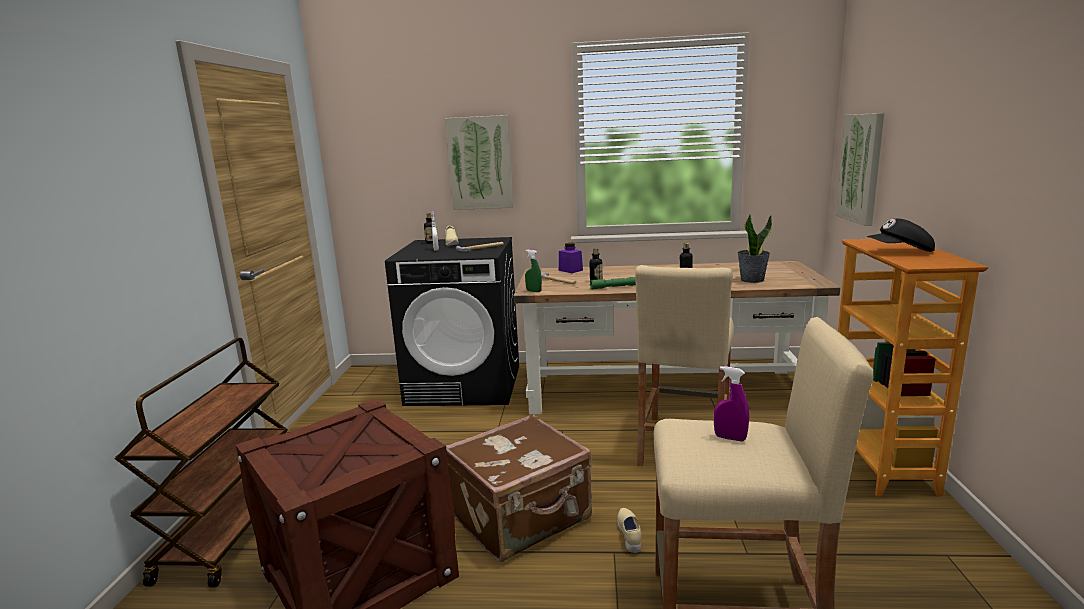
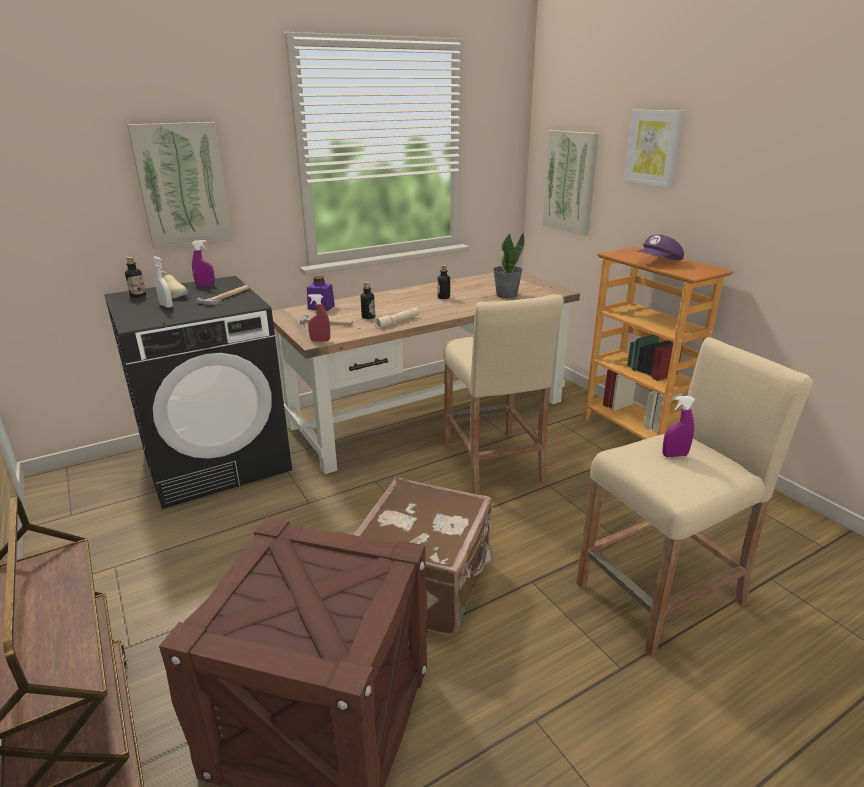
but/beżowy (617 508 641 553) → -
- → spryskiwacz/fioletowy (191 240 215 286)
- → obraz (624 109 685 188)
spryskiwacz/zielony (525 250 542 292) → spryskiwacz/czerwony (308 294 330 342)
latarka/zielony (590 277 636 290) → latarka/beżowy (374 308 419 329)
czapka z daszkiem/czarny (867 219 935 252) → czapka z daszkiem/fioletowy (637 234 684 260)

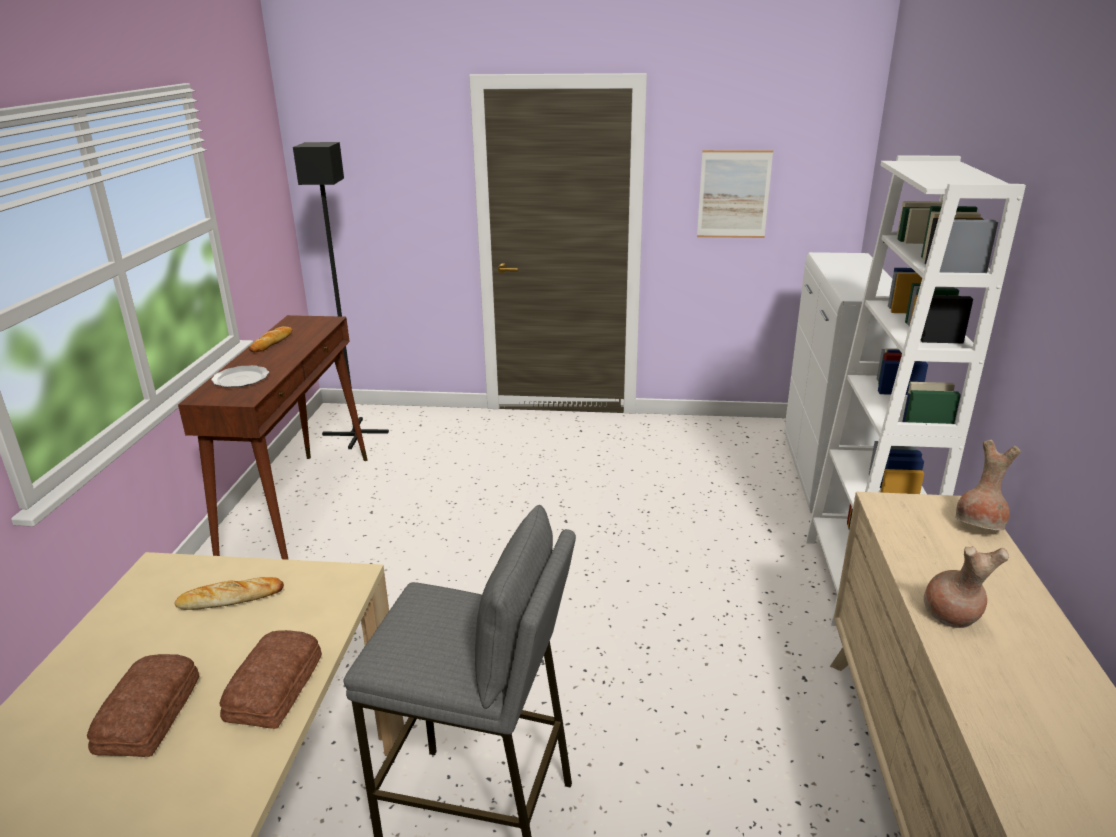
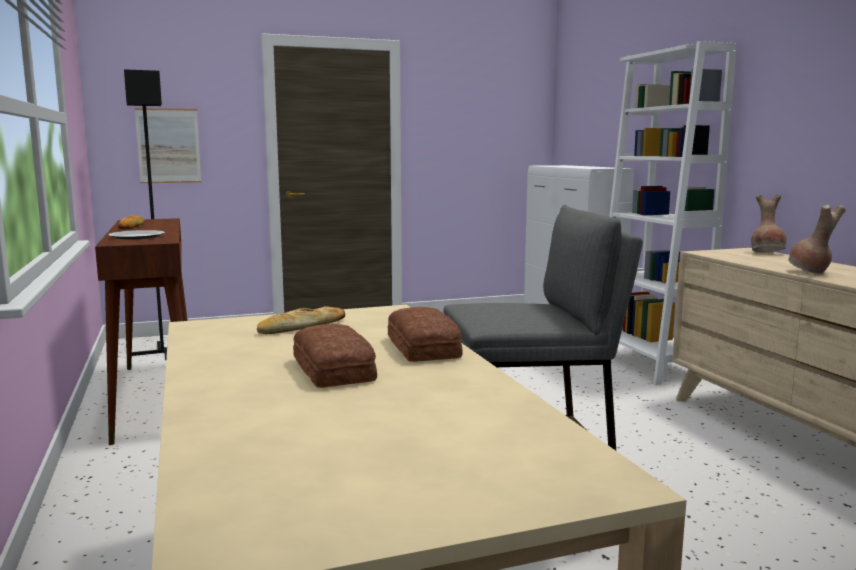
obraz (697 150 773 238) → obraz (135 108 201 183), shifted

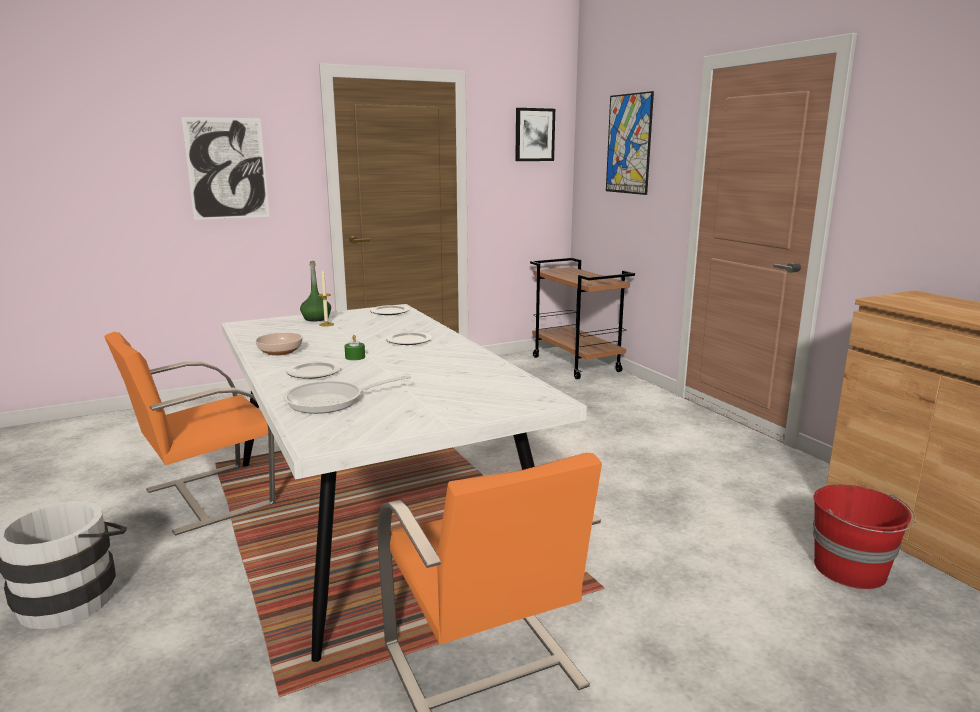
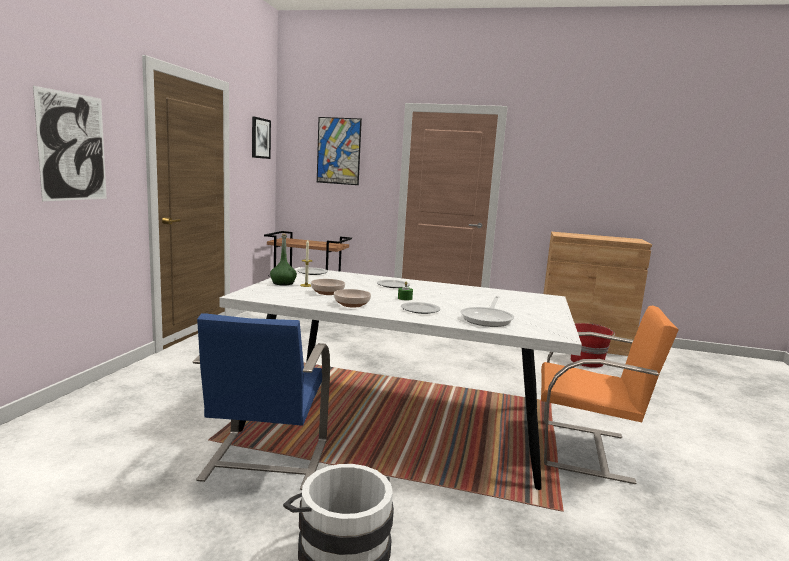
- → miska (311 279 345 295)
krzesło/pomarańczowy (104 332 275 536) → krzesło/niebieski (192 313 330 490)

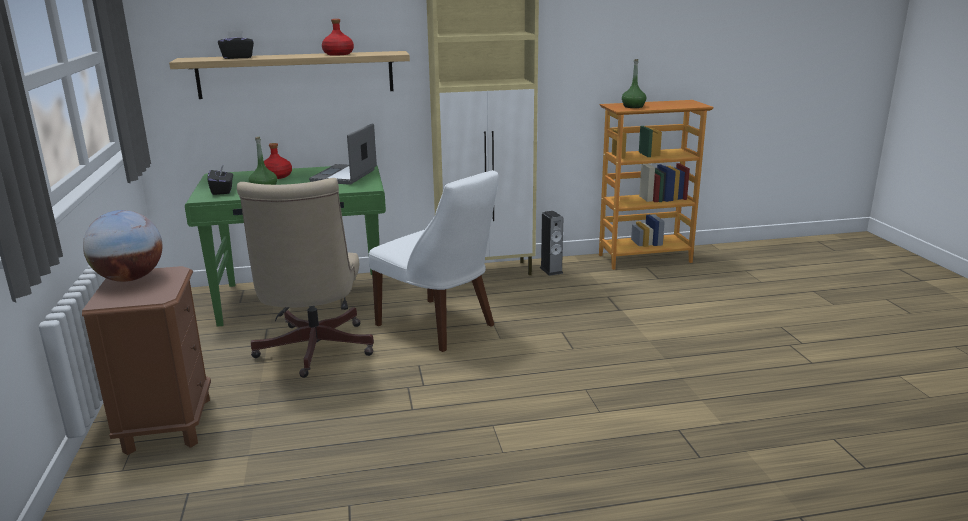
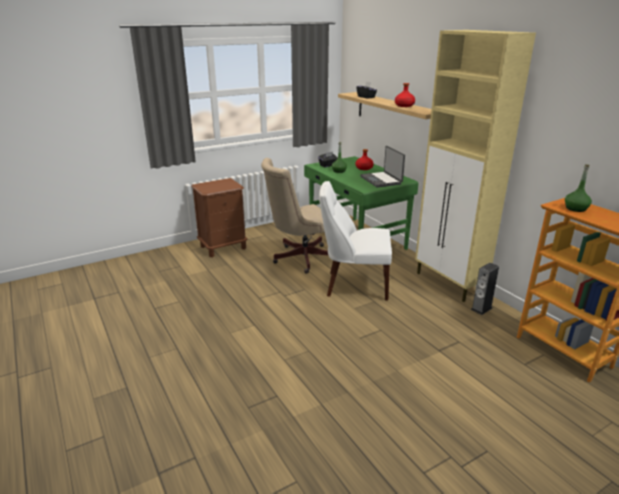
globus (83 210 163 282) → -
laptop (309 123 377 185) → laptop (360 146 405 188), 105 degrees counterclockwise
krzesło/biały (369 170 499 352) → krzesło/biały (319 181 392 301), 75 degrees clockwise

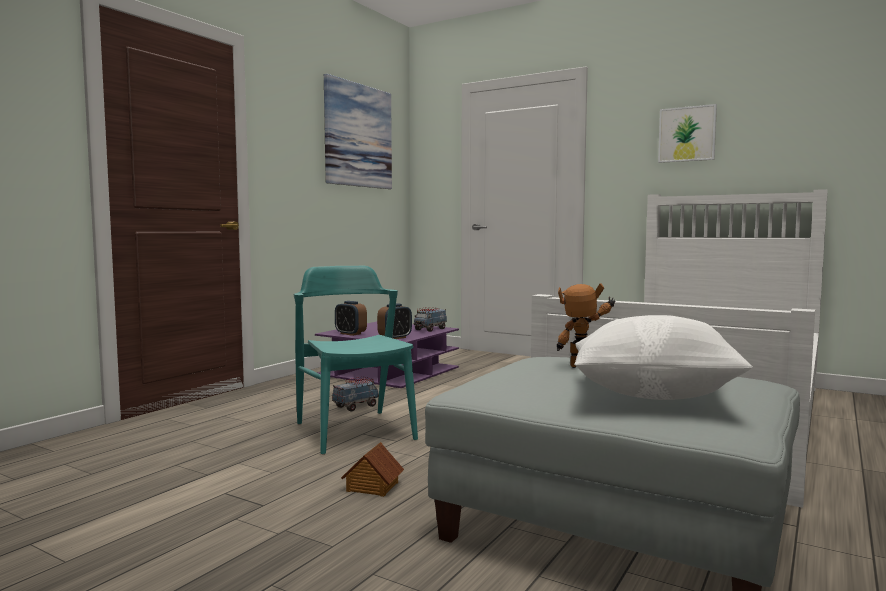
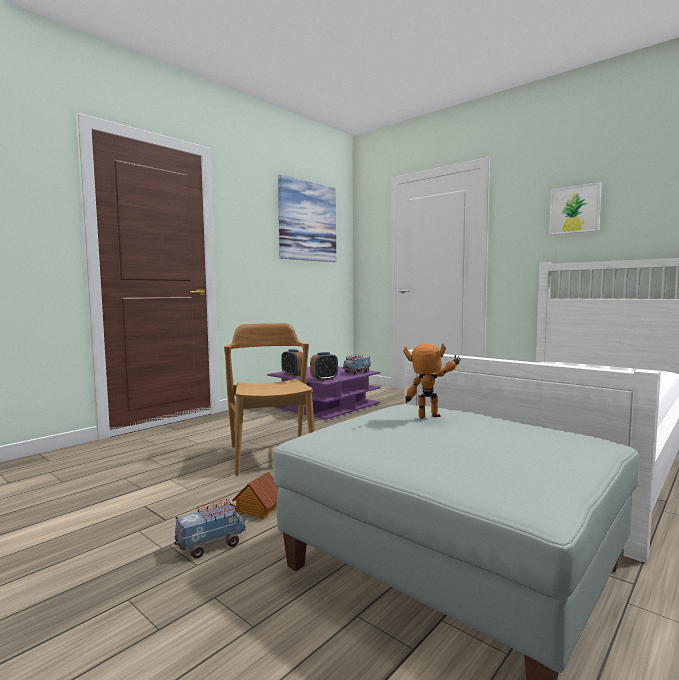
poduszka/biały (574 315 753 400) → -
ciężarówka zabawkowa (332 376 379 411) → ciężarówka zabawkowa (174 499 246 559), shifted
krzesło/turkusowy (294 266 418 455) → krzesło/brązowy (224 323 315 476)

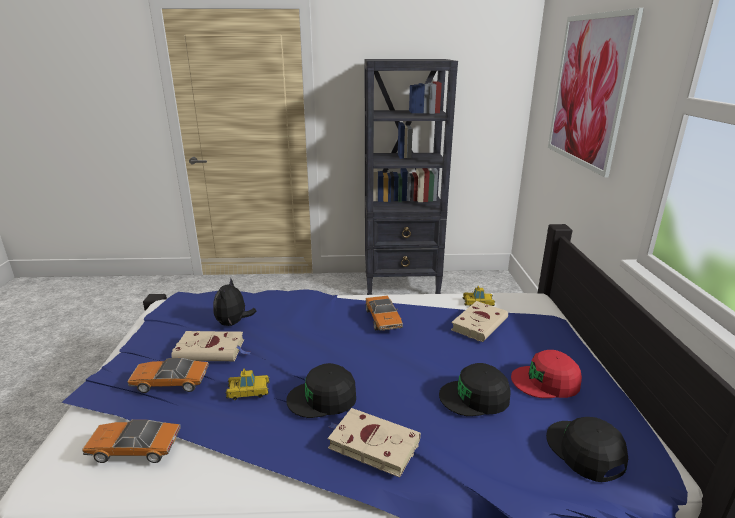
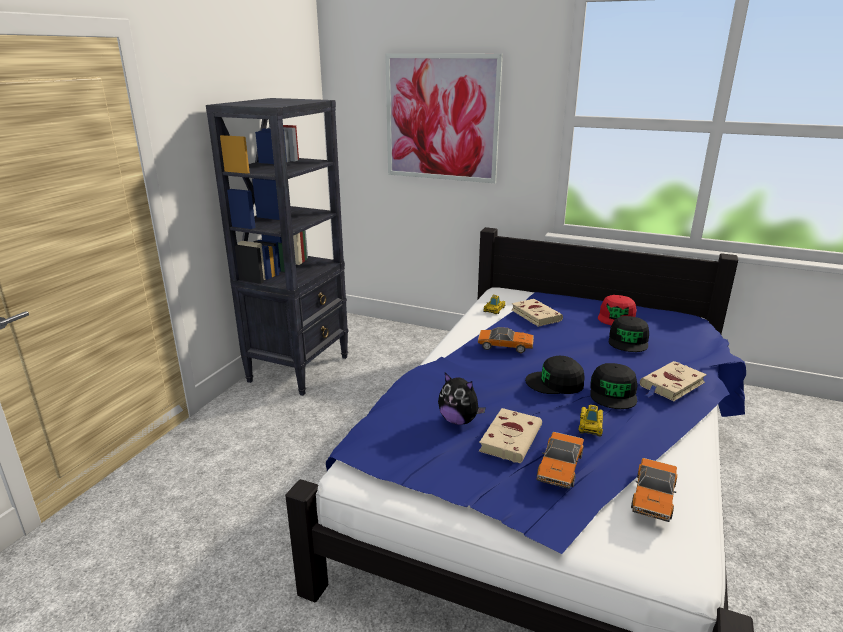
czapka z daszkiem/czarny (546 417 628 482) → czapka z daszkiem/czarny (525 356 585 394), shifted

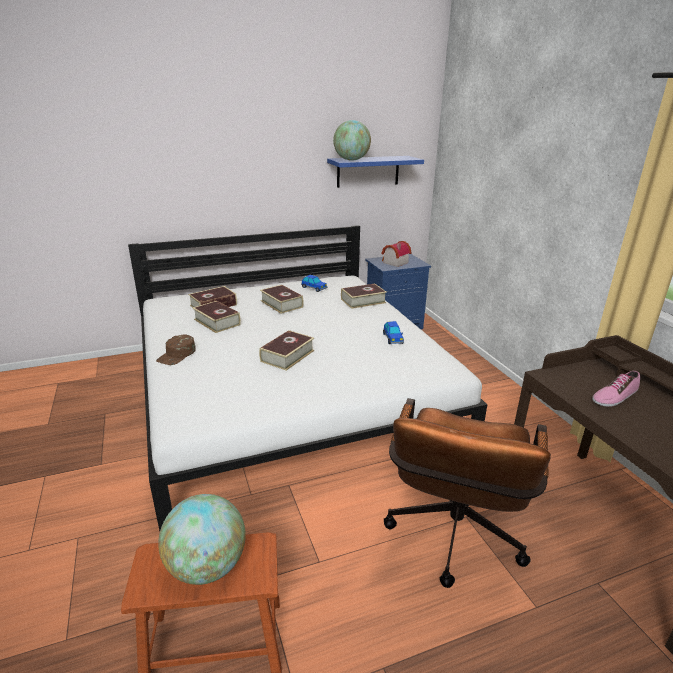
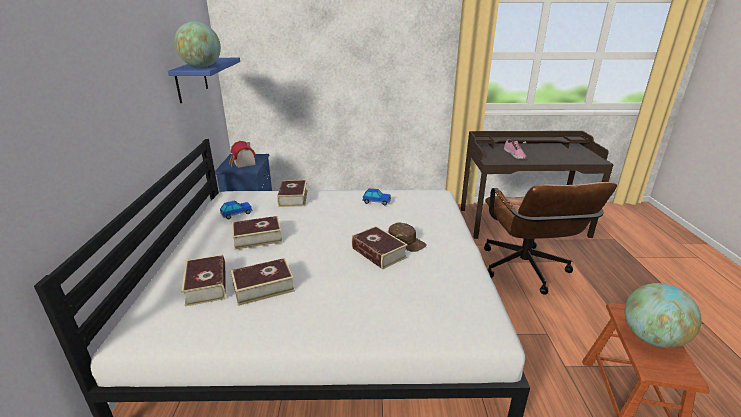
czapka z daszkiem/brązowy (156 334 196 365) → czapka z daszkiem/brązowy (388 223 427 252), shifted
krzesło biurowe/brązowy (384 398 551 588) → krzesło biurowe/brązowy (484 182 617 295), 45 degrees clockwise

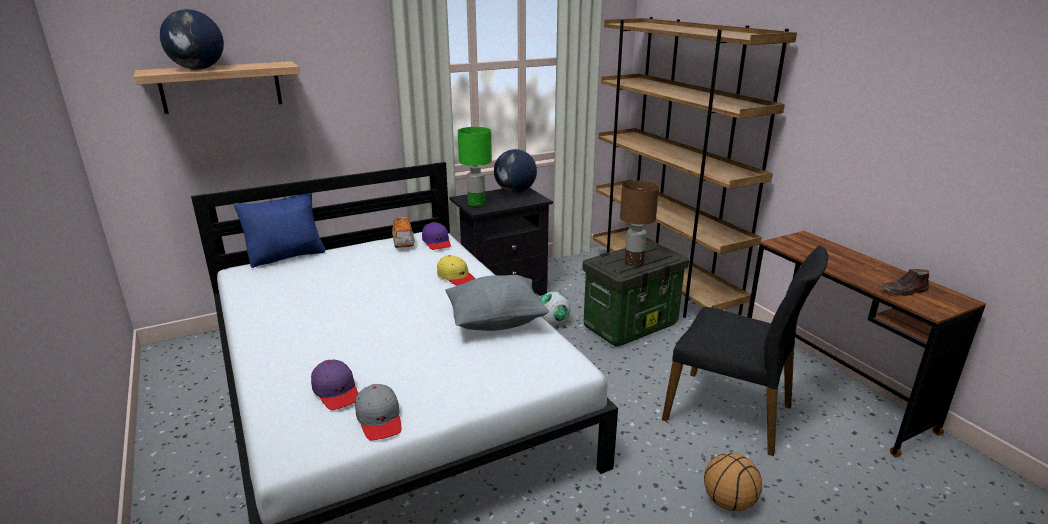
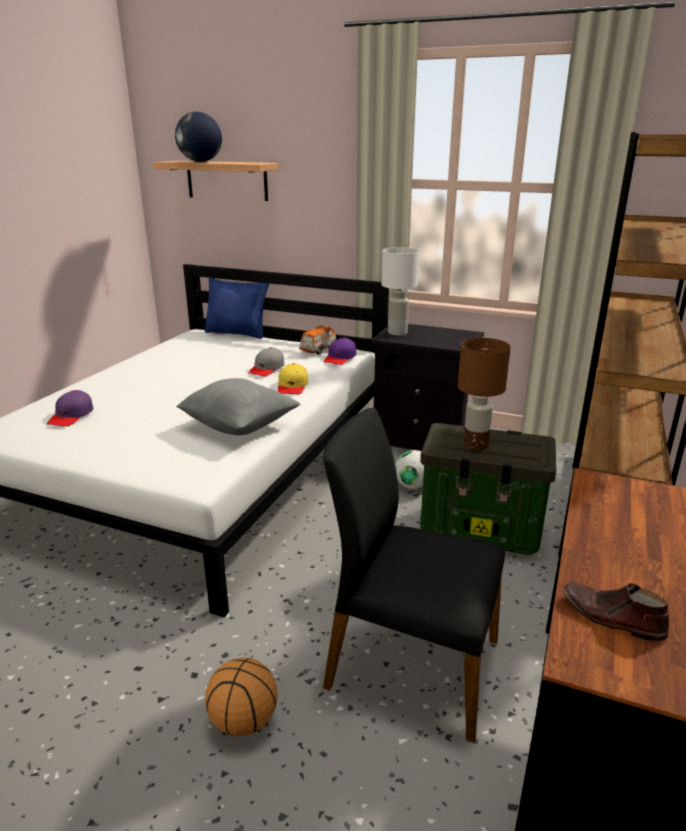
globus (494 149 537 193) → -
czapka z daszkiem/szary (355 384 401 441) → czapka z daszkiem/szary (248 347 284 376), shifted
lampa stołowa/zielony (458 127 492 207) → lampa stołowa/biały (381 247 419 336)
krzesło/czarny (662 246 828 456) → krzesło/czarny (323 408 505 743), 120 degrees clockwise

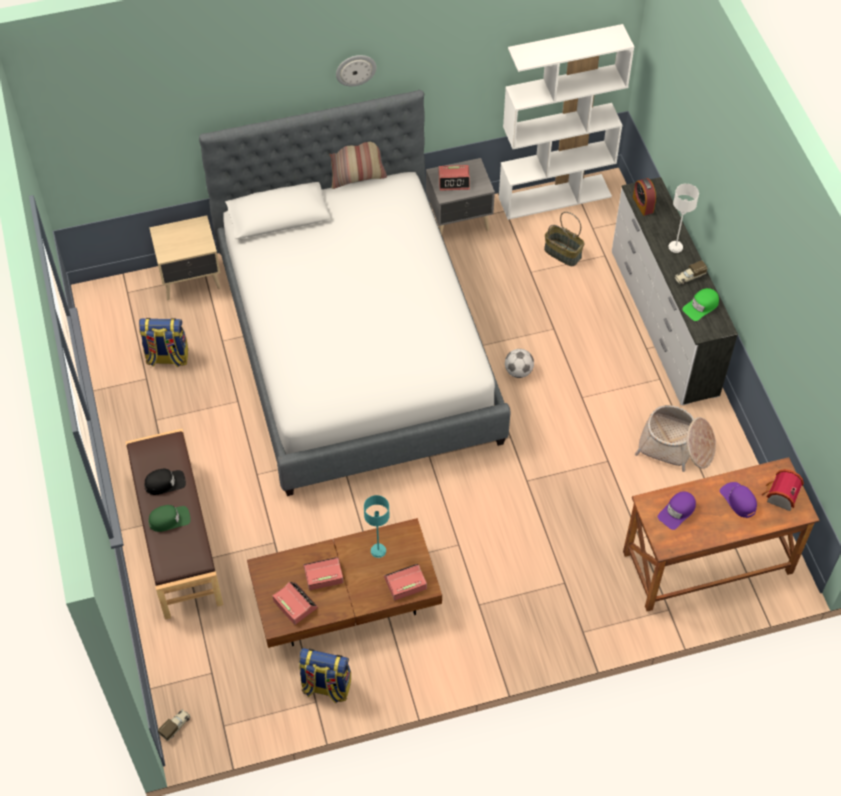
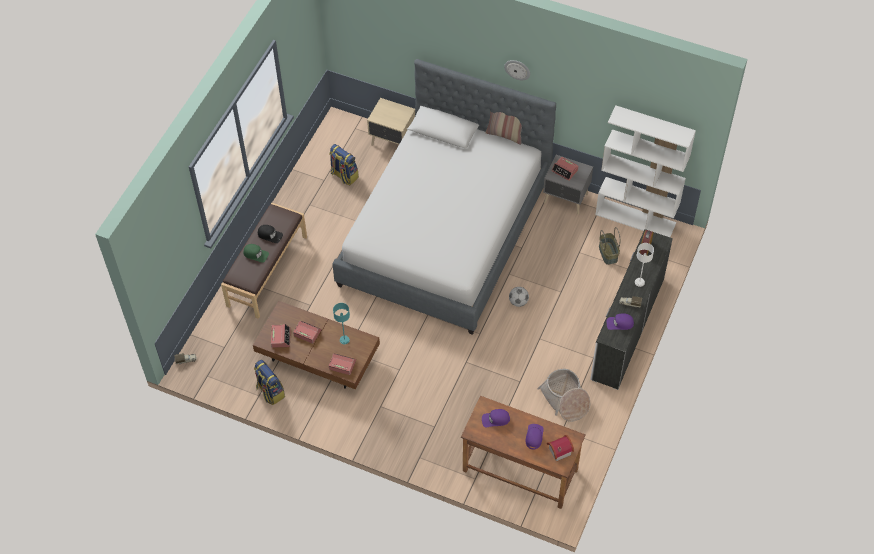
czapka z daszkiem/zielony (682 288 719 321) → czapka z daszkiem/fioletowy (607 313 634 330)

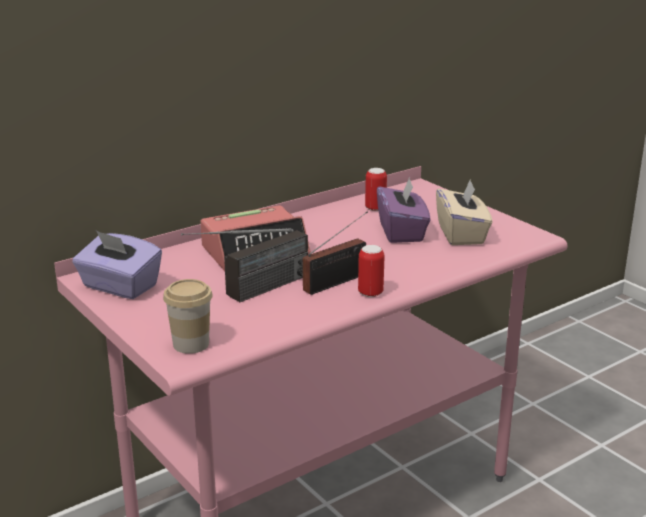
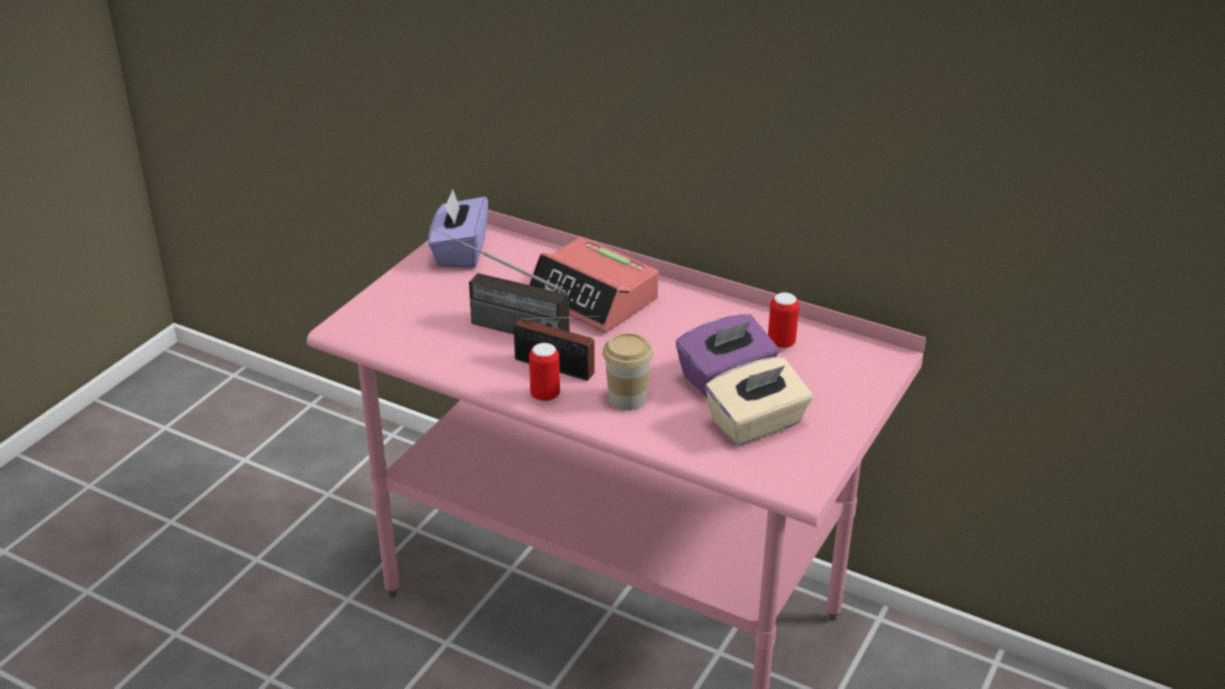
filiżanka (163 279 213 354) → filiżanka (602 333 654 410), shifted

